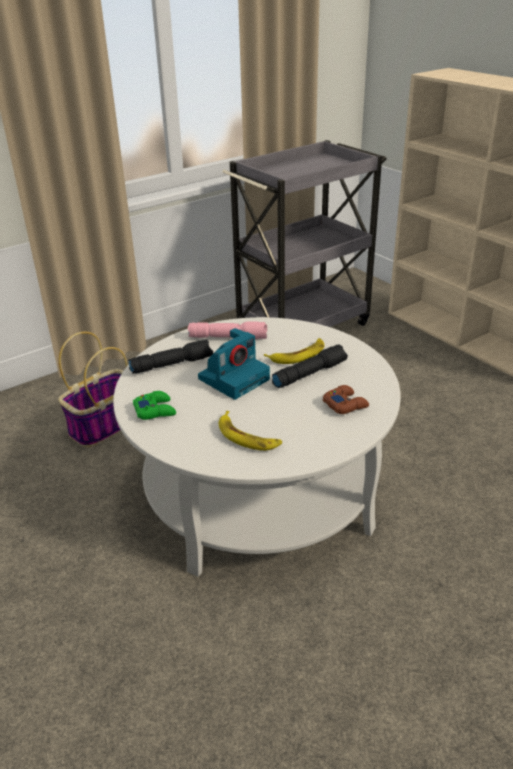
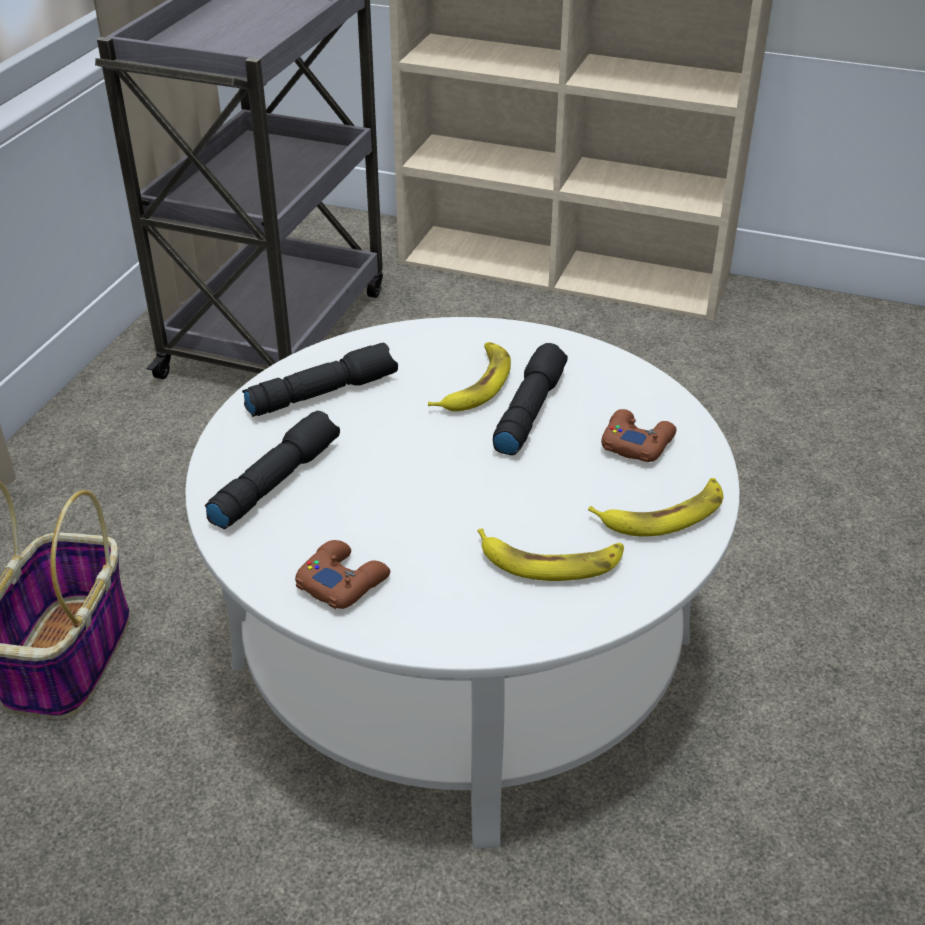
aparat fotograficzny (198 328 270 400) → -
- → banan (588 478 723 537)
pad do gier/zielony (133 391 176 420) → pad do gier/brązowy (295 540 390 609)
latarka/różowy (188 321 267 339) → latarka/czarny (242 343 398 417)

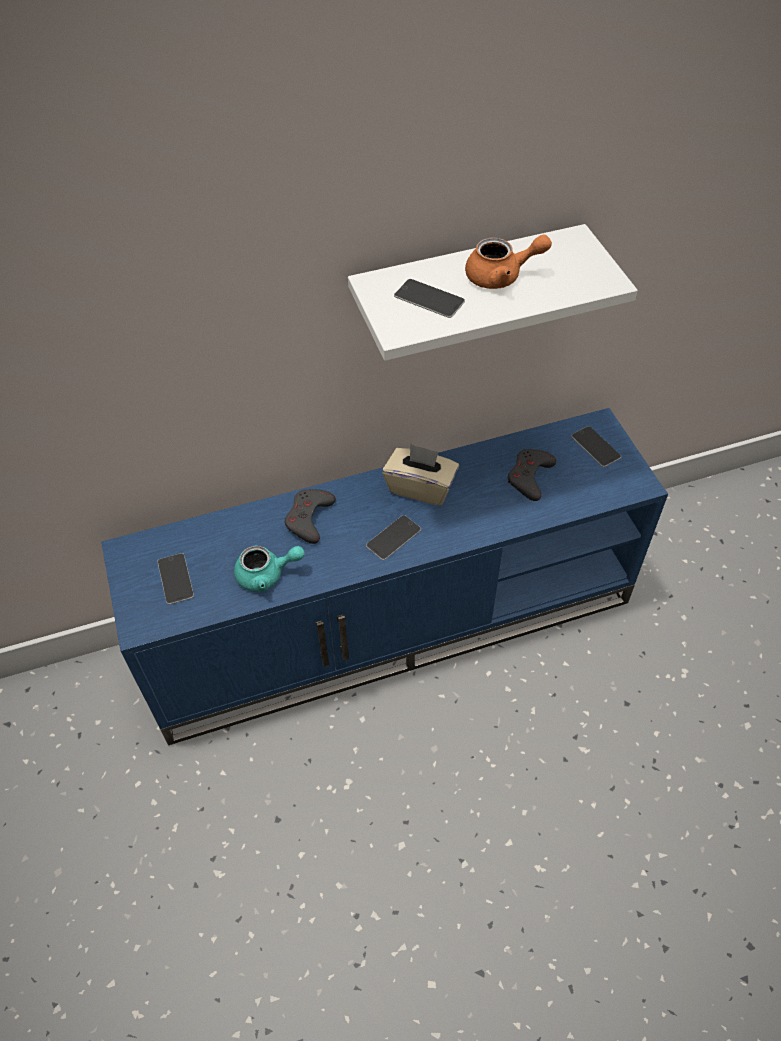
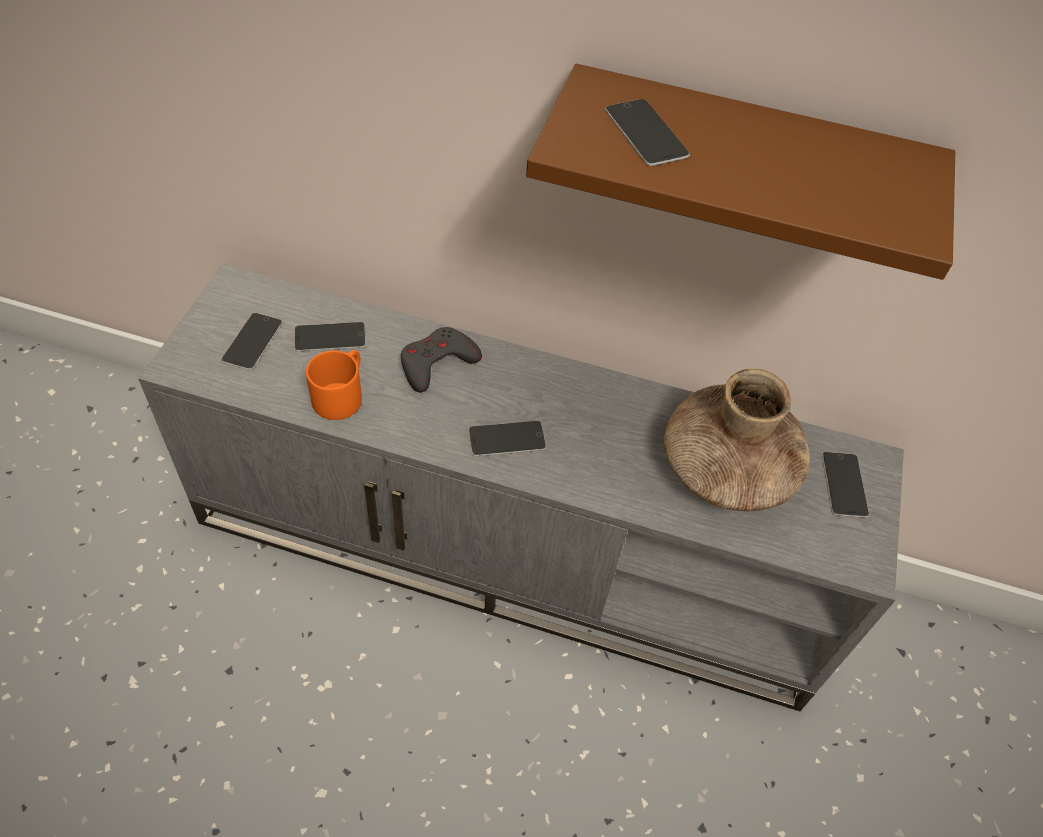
pudełko chusteczek/beżowy (382 443 459 505) → -
imbryk/pomarańczowy (465 234 552 289) → -
- → telefon (294 322 366 352)
imbryk/turkusowy (234 546 305 592) → kubek/pomarańczowy (306 350 362 420)
pad do gier/szary (508 449 556 501) → wazon/brązowy (664 369 810 511)
szafka pod telewizor/niebieski (101 408 668 745) → szafka pod telewizor/szary (138 264 904 711)
półka/biały (348 224 638 361) → półka/brązowy (526 63 955 280)

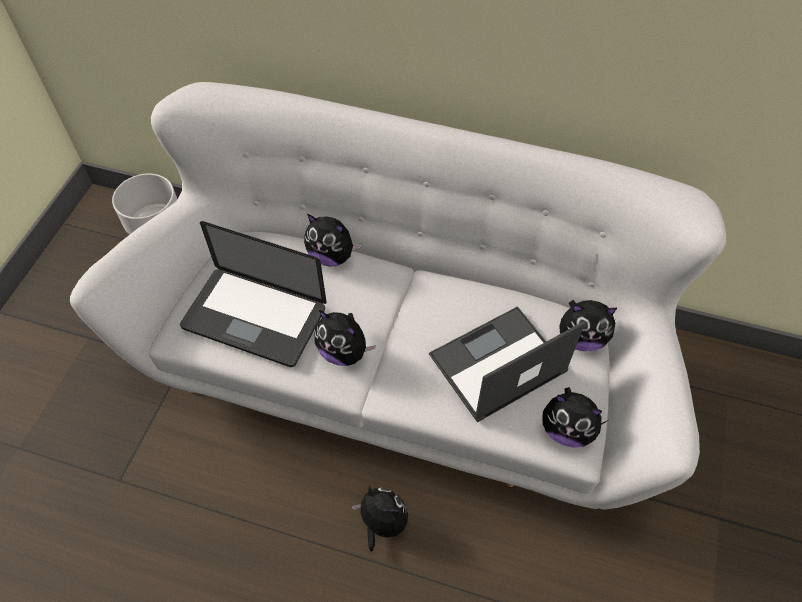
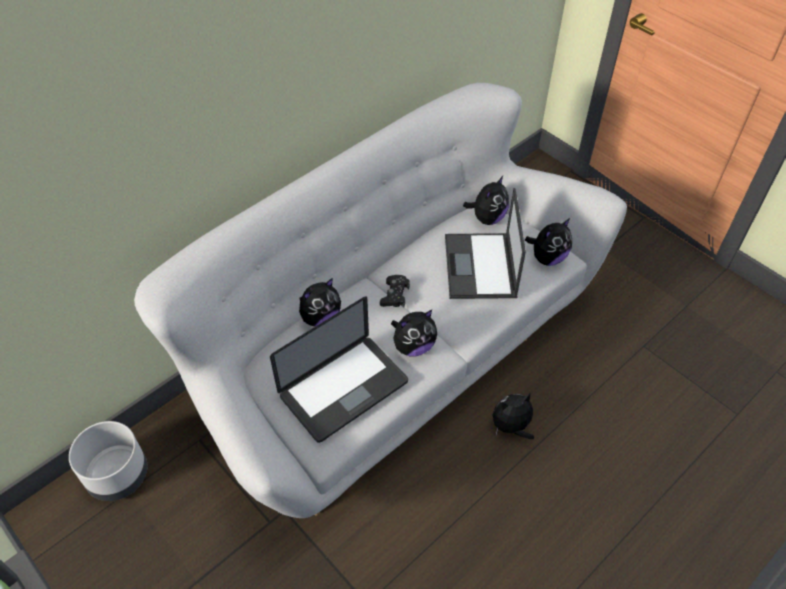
- → pad do gier/czarny (380 275 410 307)

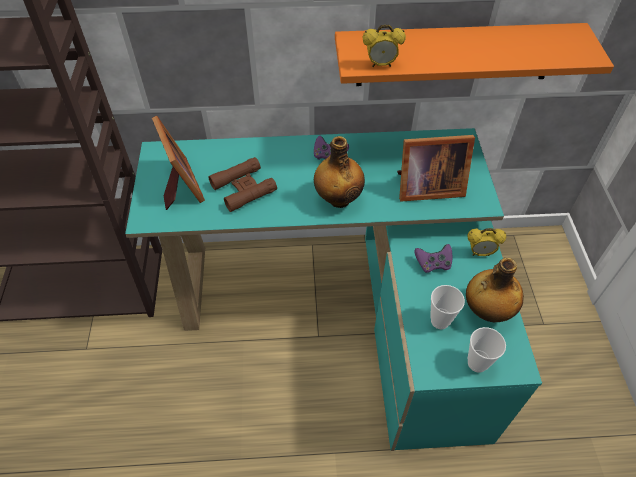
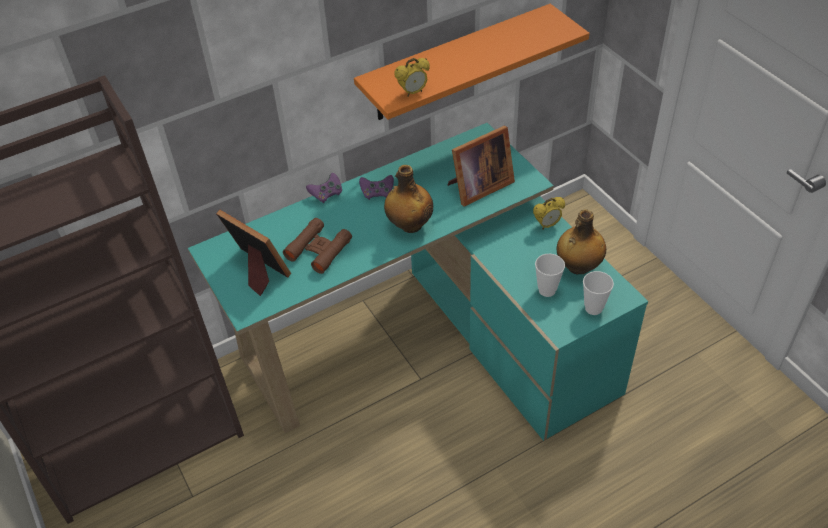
pad do gier/fioletowy (415 244 452 273) → pad do gier/fioletowy (306 173 342 203), shifted

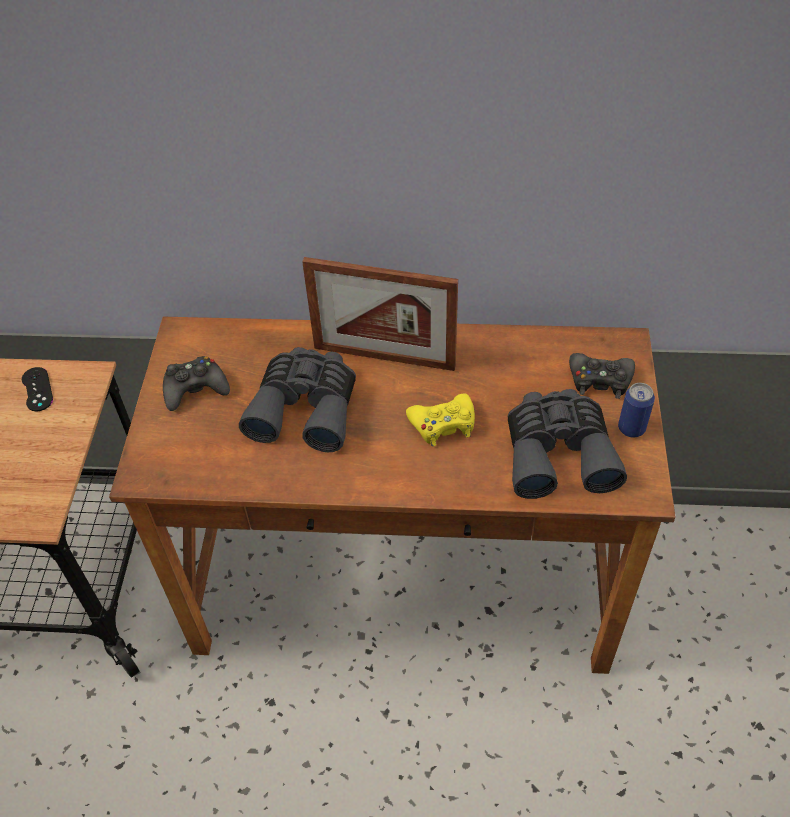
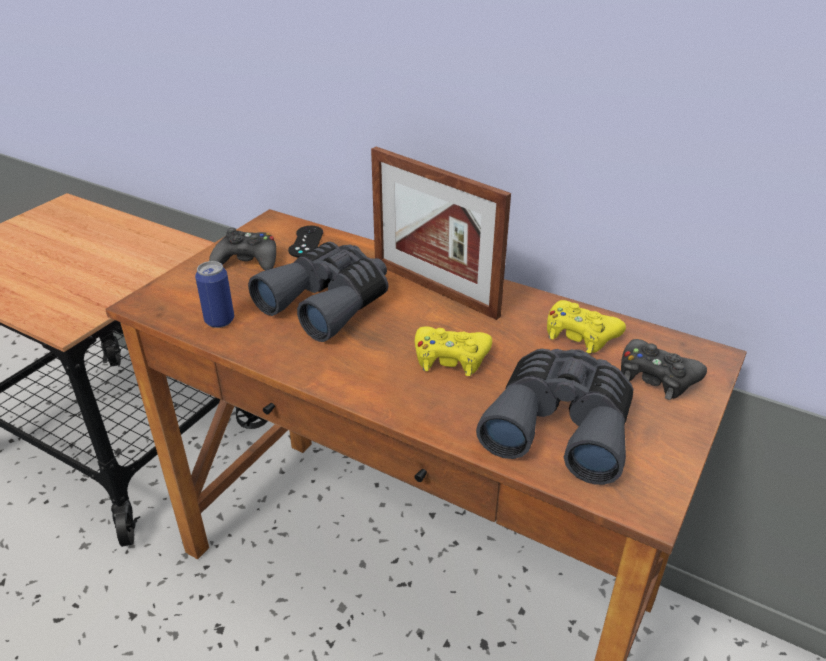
- → pad do gier/żółty (547 300 626 354)
pad do gier/czarny (22 367 53 411) → pad do gier/czarny (288 226 323 258), shifted
puszka (618 383 655 438) → puszka (195 261 234 328), shifted

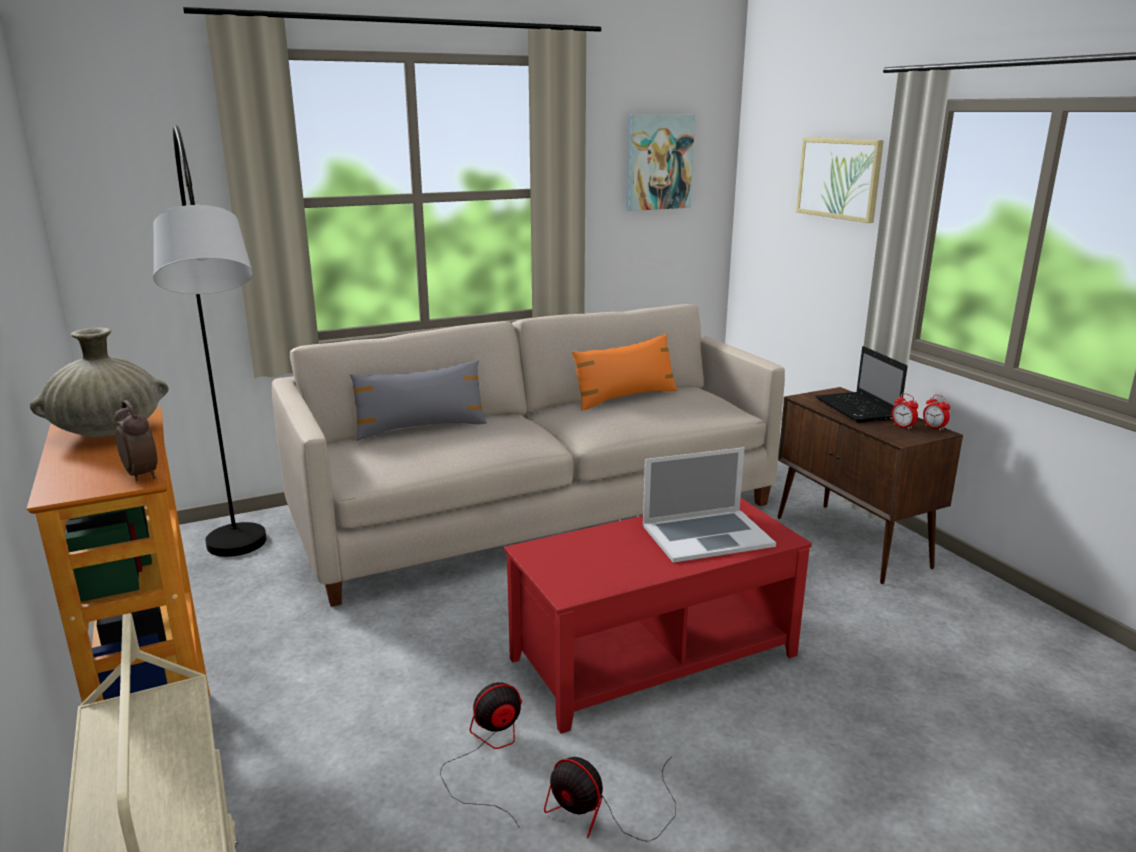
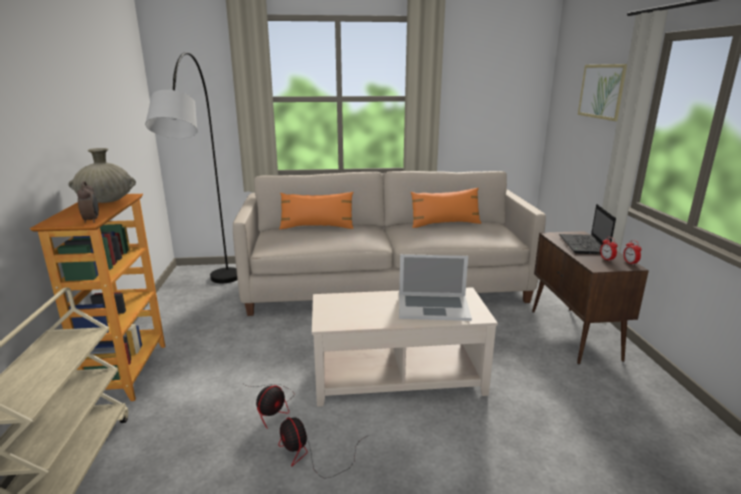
obraz (626 114 695 211) → -
poduszka/szary (350 360 487 441) → poduszka/pomarańczowy (279 192 354 229)
ława/czerwony (504 498 812 734) → ława/beżowy (312 287 498 407)
wentylator (440 682 522 828) → wentylator (242 383 294 429), 135 degrees clockwise

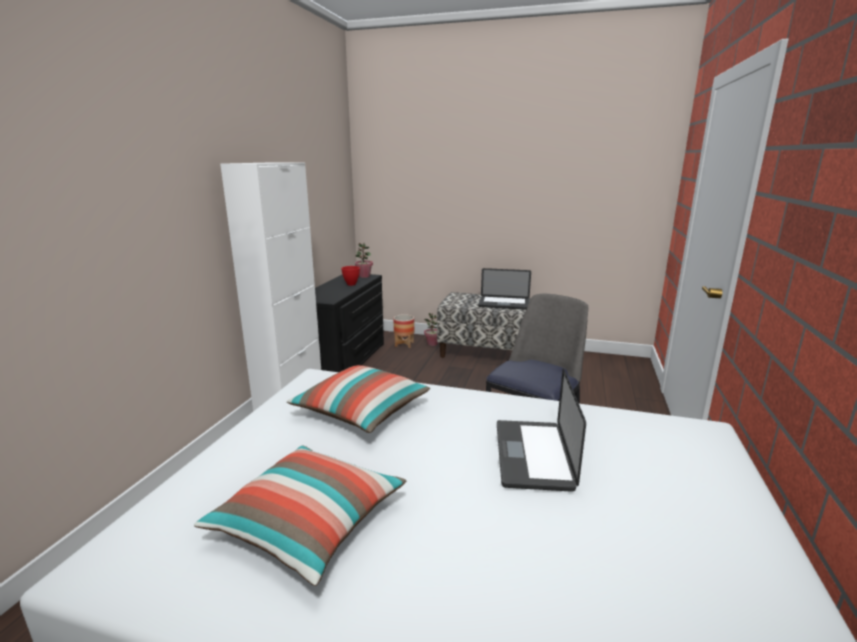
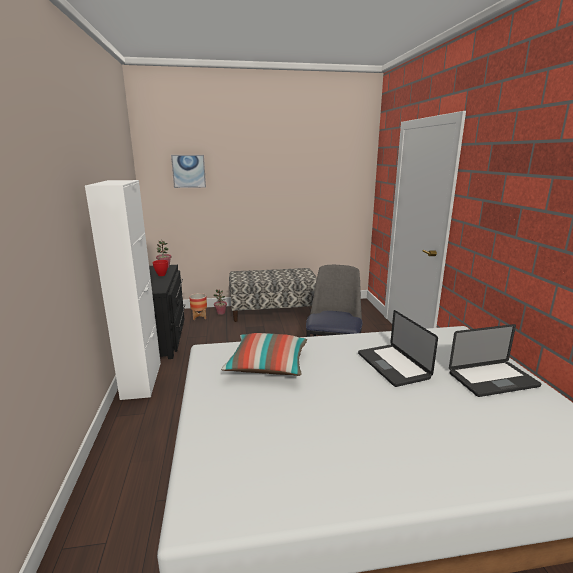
poduszka (194 445 406 586) → -
- → obraz (171 155 206 188)
laptop (478 268 531 310) → laptop (449 324 542 397), shifted

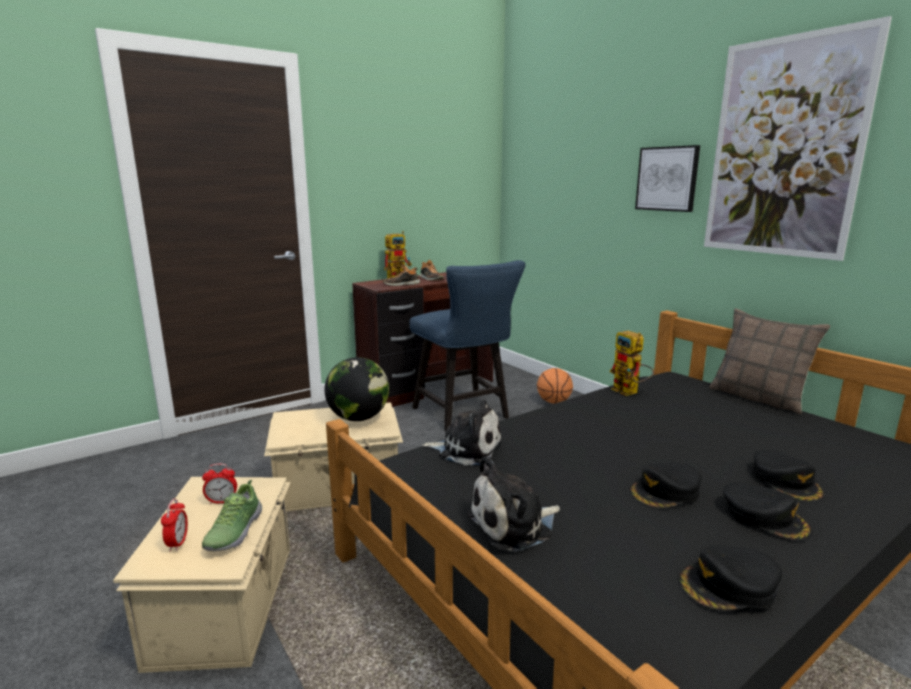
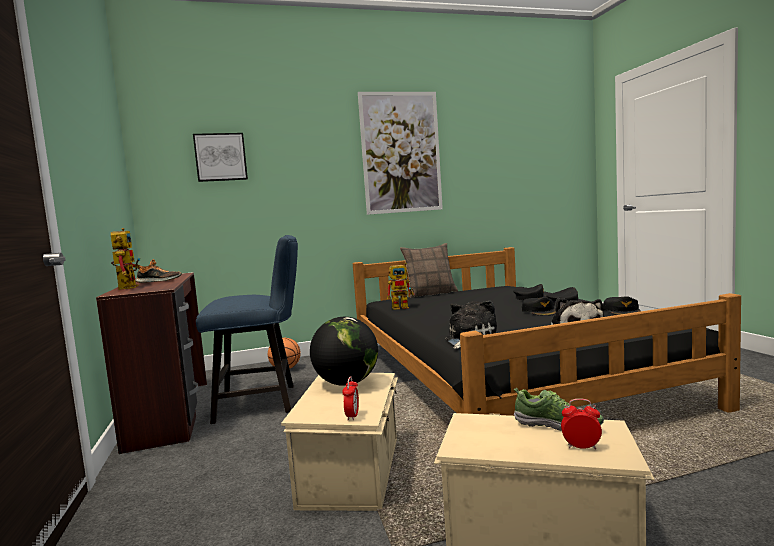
but (383 264 420 286) → -
budzik (202 464 237 505) → budzik (342 376 359 421), shifted
obraz (635 145 700 212) → obraz (193 133 248 182), shifted

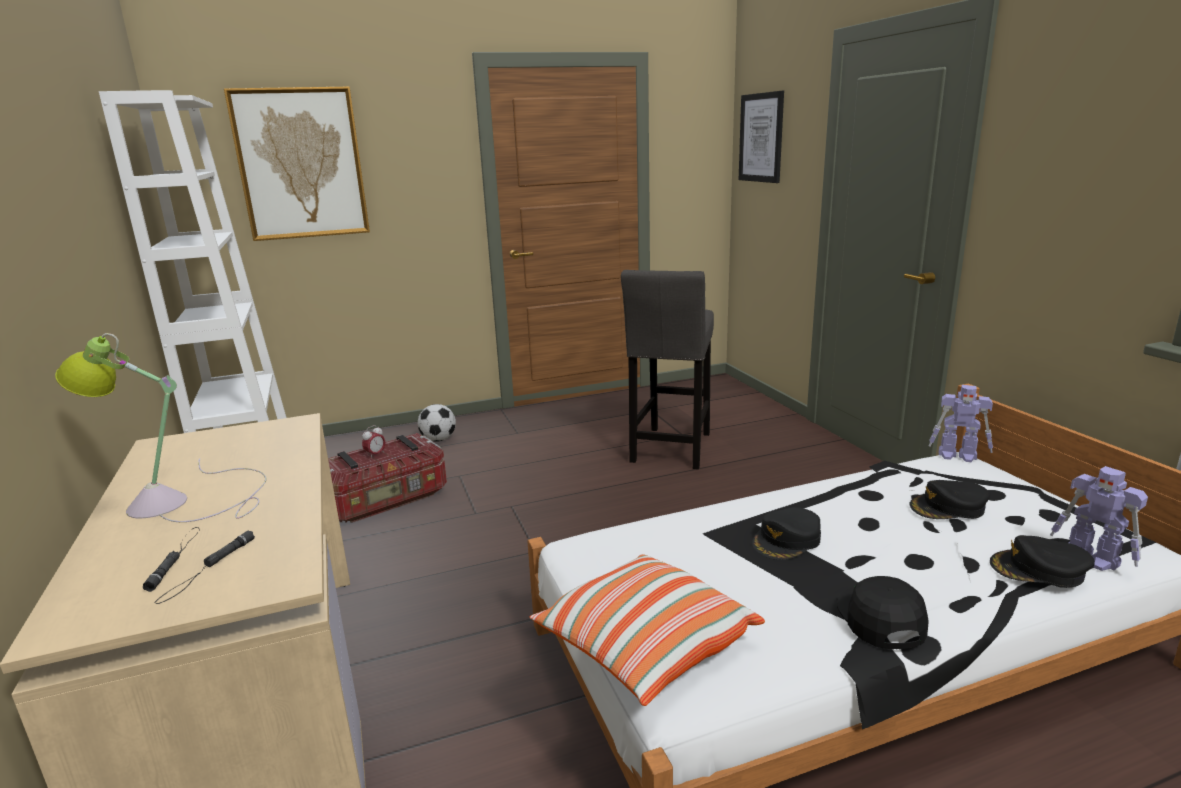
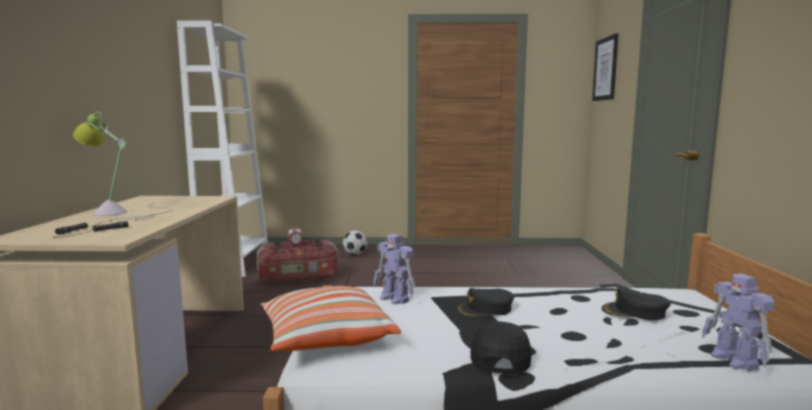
obraz (224 87 370 241) → -
stołek/szary (621 270 714 469) → -
czapka z daszkiem/czarny (990 535 1094 588) → -
robot zabawkowy (929 385 993 462) → robot zabawkowy (373 234 415 305), shifted

